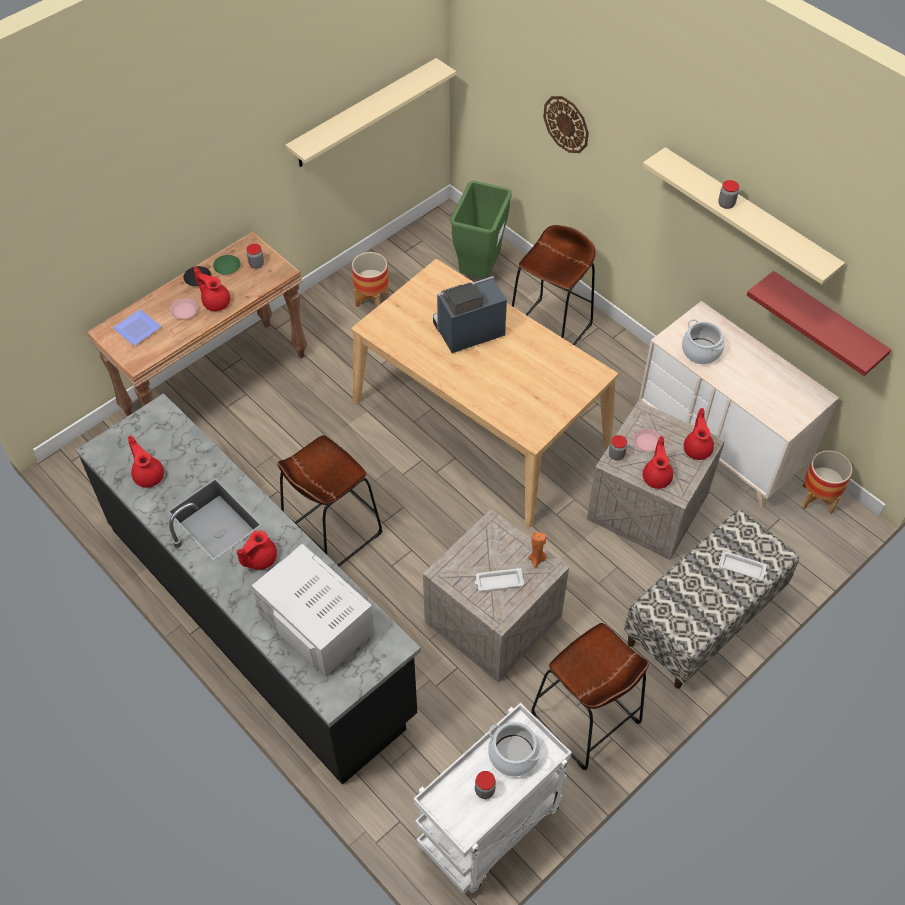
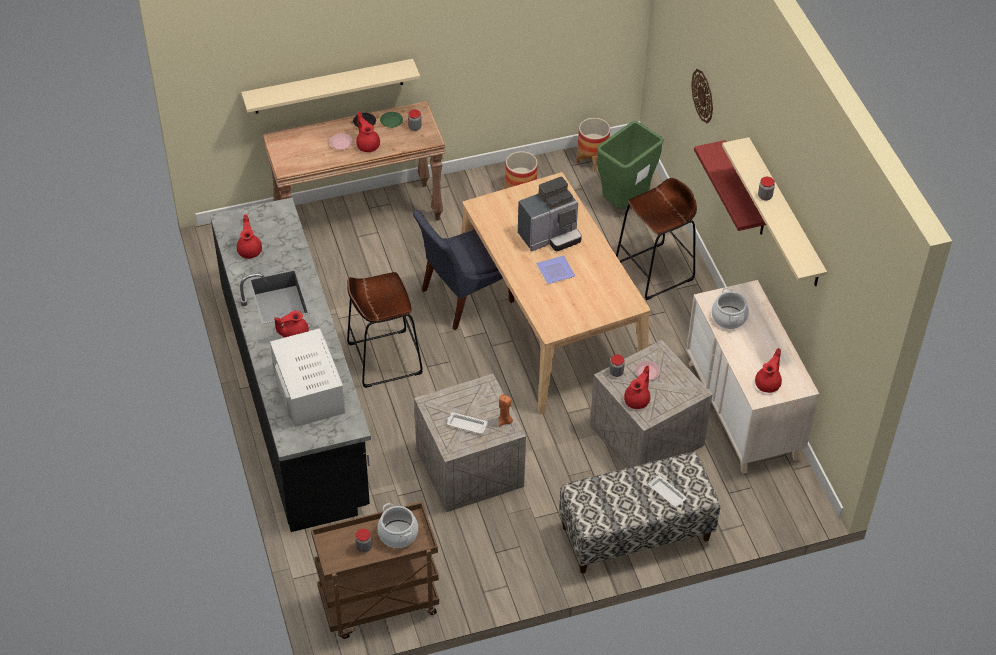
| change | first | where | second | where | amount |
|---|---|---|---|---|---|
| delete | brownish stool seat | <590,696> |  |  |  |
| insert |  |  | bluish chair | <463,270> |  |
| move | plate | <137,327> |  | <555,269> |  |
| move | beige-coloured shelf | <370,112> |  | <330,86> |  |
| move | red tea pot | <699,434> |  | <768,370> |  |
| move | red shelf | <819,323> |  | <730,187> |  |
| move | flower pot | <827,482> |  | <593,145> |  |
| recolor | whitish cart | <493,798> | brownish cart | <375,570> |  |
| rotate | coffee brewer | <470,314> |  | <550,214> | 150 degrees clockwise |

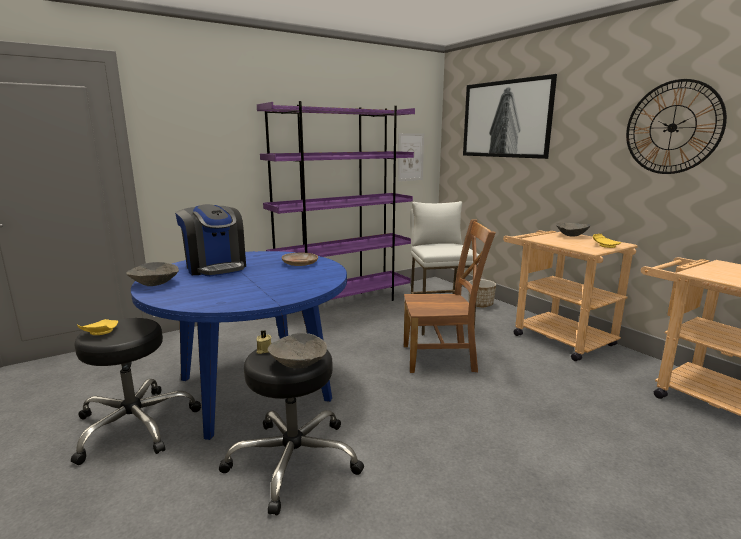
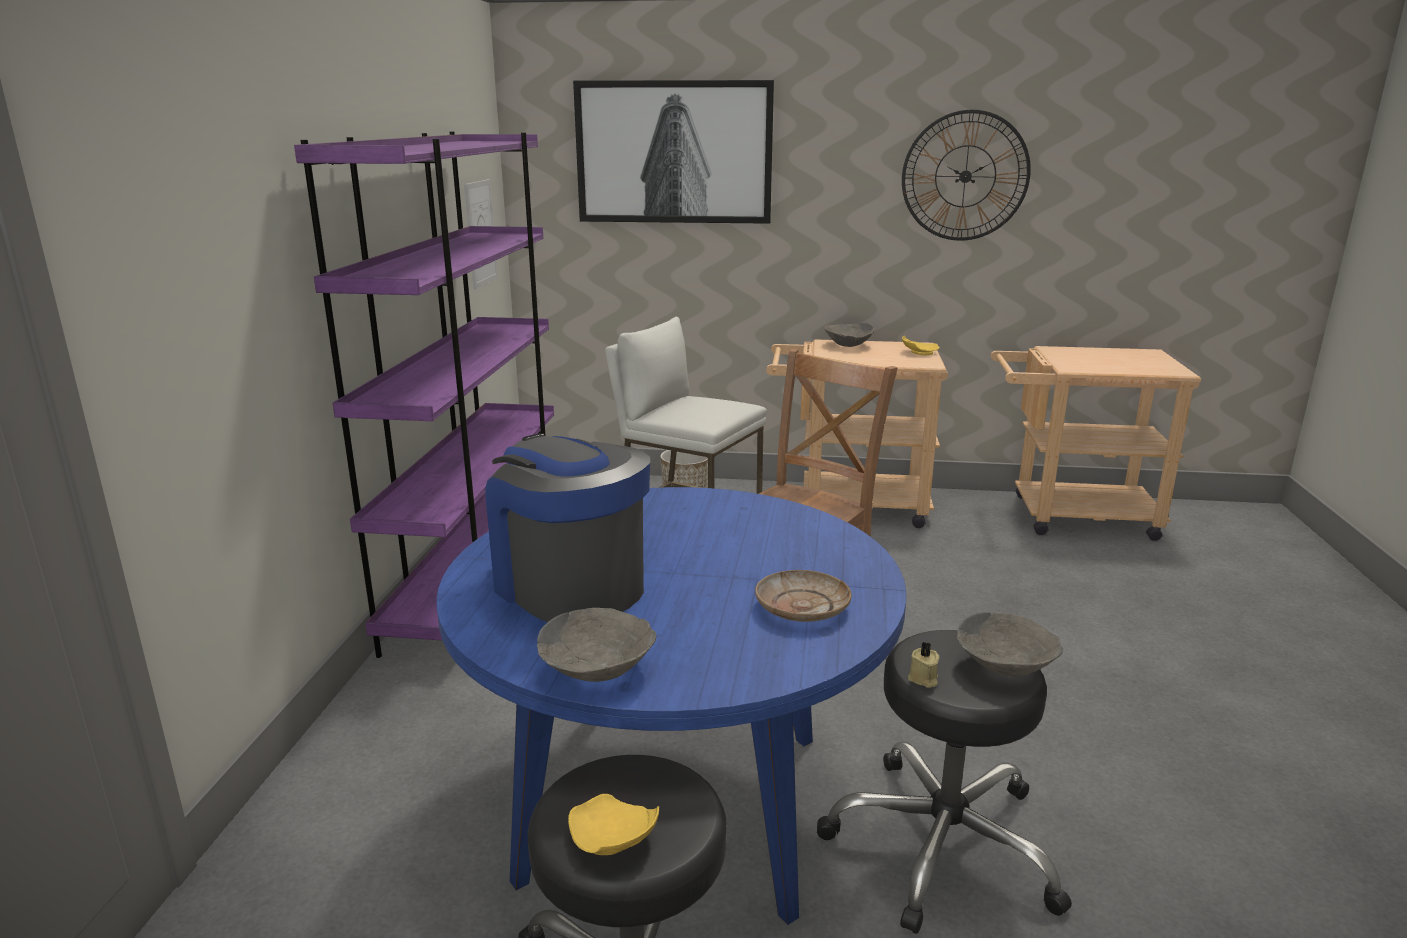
| change | first | where | second | where | amount |
|---|---|---|---|---|---|
| move | beige-coloured plate | <300,259> |  | <803,596> |  |
| rotate | coffee brewer | <210,240> |  | <567,527> | 135 degrees counterclockwise |

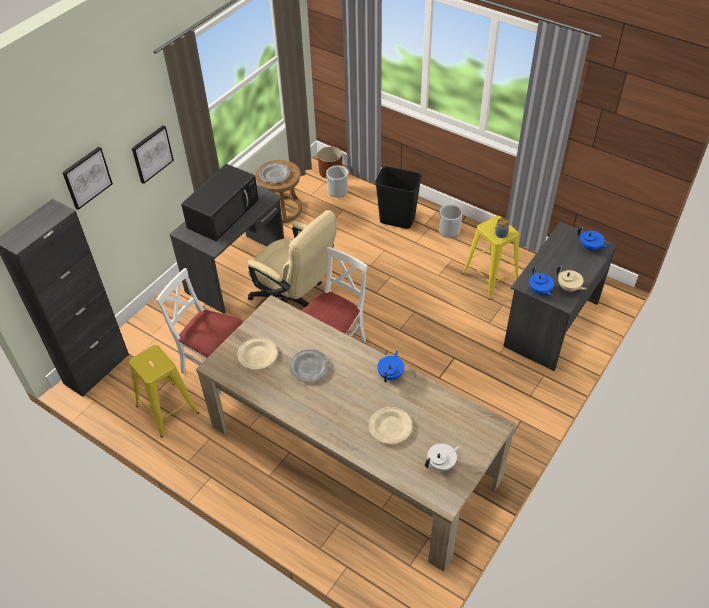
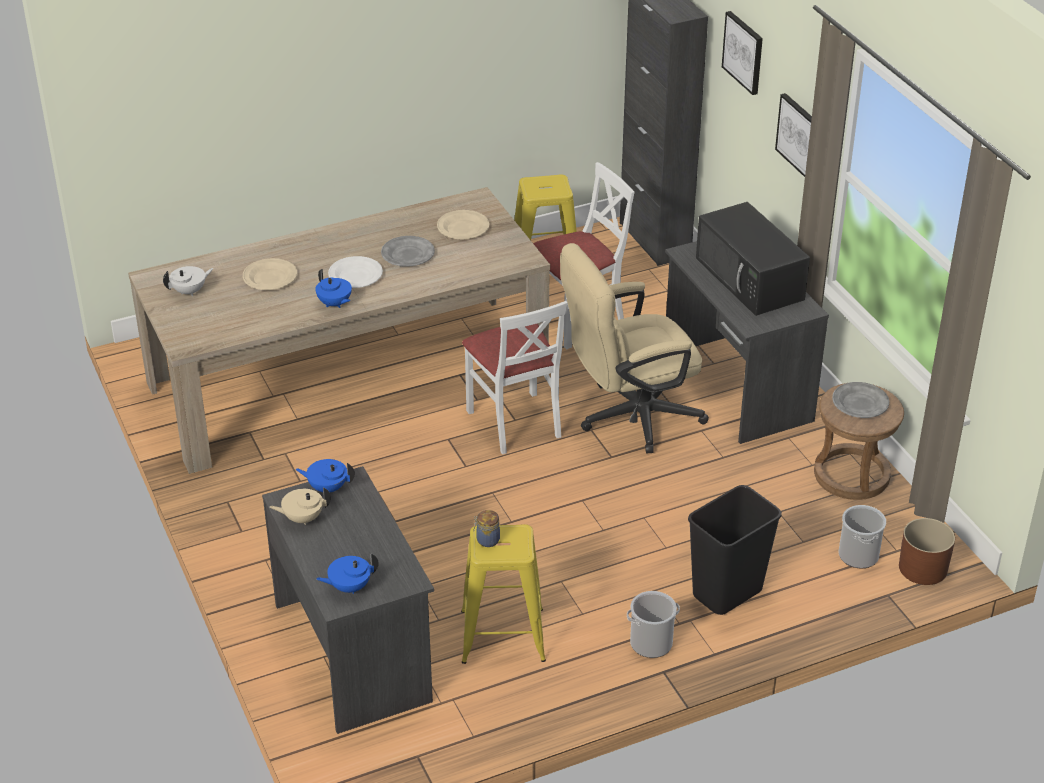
| change | first | where | second | where | amount |
|---|---|---|---|---|---|
| insert |  |  | whitish plate | <355,272> |  |
| rotate | whitish tea pot | <443,457> |  | <188,281> | 120 degrees counterclockwise |

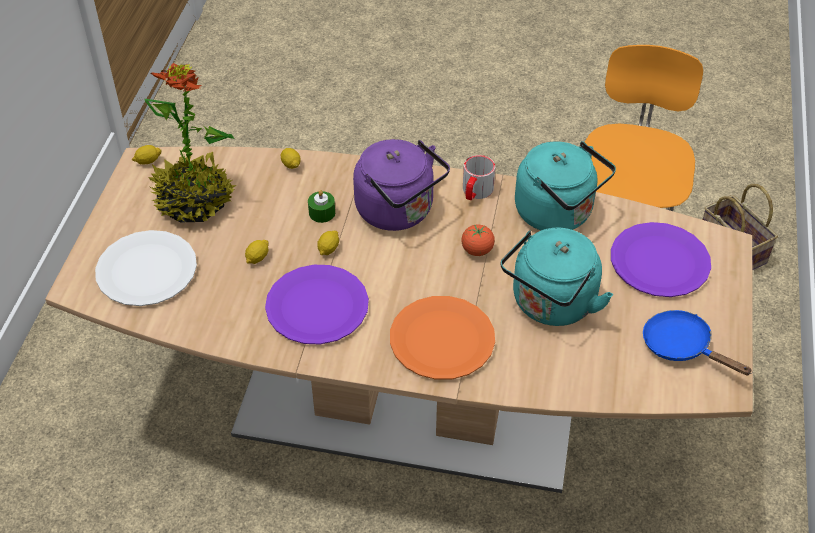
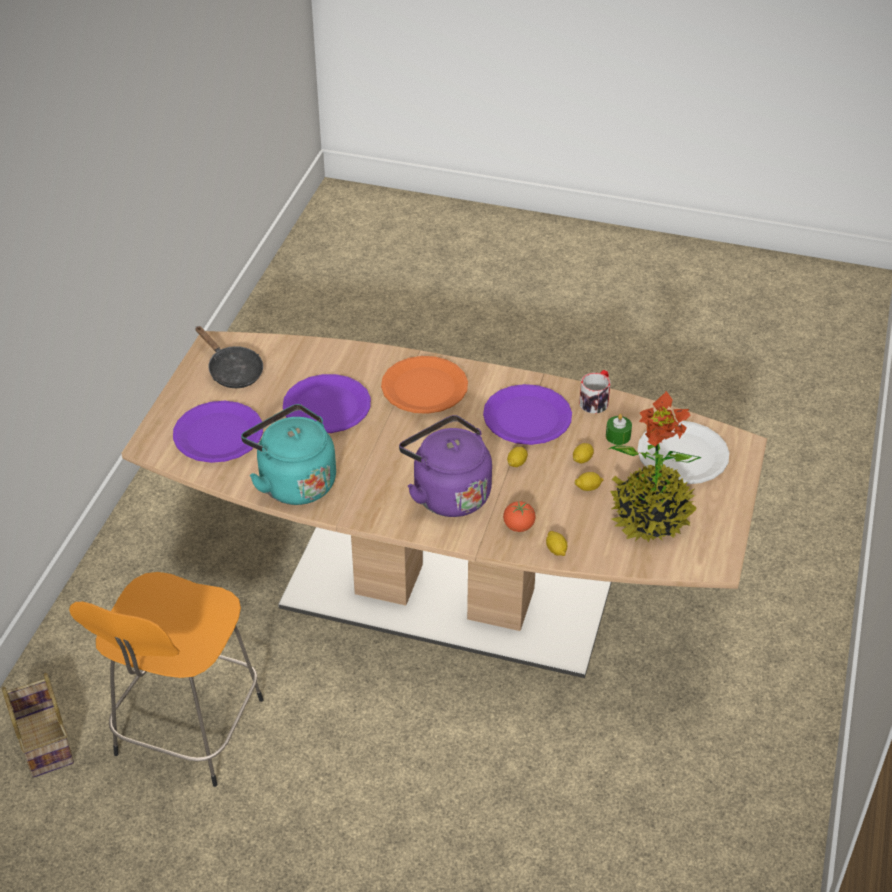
| change | first | where | second | where | amount |
|---|---|---|---|---|---|
| move | whole lemon | <147,154> |  | <589,481> |  |
| move | green-coloured wax light | <321,206> |  | <619,429> |  |
| move | tomato | <478,240> |  | <519,516> |  |
| move | coffee mug | <479,177> |  | <594,391> |  |
| replace | turquoise-coloured water kettle | <557,276> | purple-coloured plate | <327,403> |  |
| recolor | bluish pan | <697,342> | blackish pan | <229,357> |  |

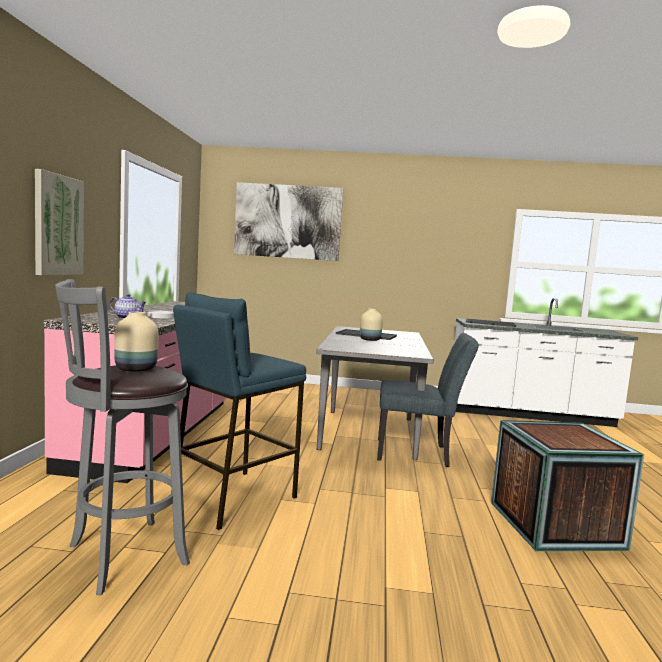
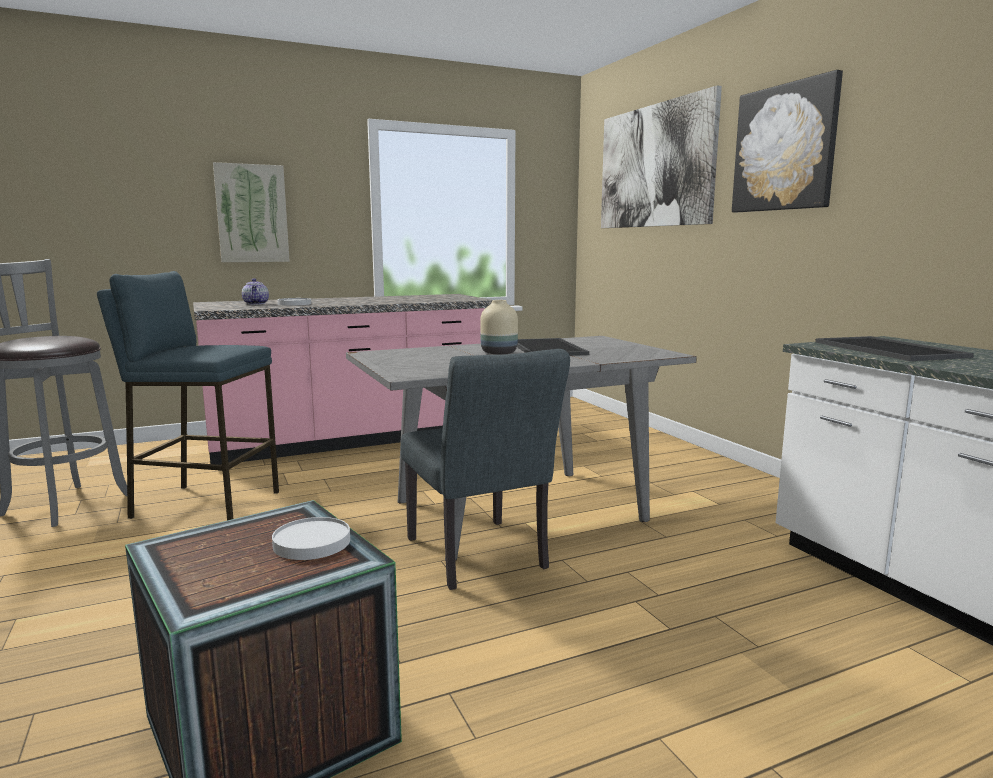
| change | first | where | second | where | amount |
|---|---|---|---|---|---|
| delete | beige-coloured flower vase | <136,342> |  |  |  |
| insert |  |  | whitish plate | <311,538> |  |
| insert |  |  | wall art | <787,141> |  |

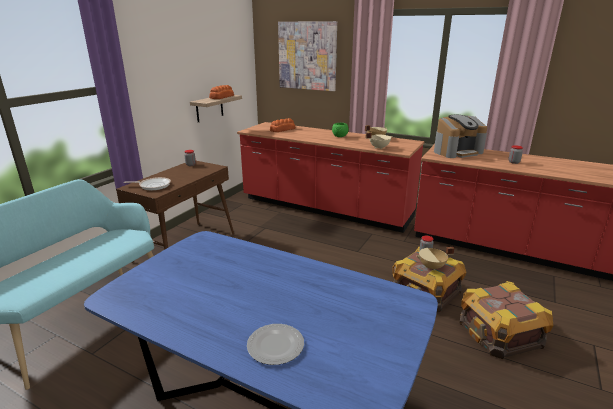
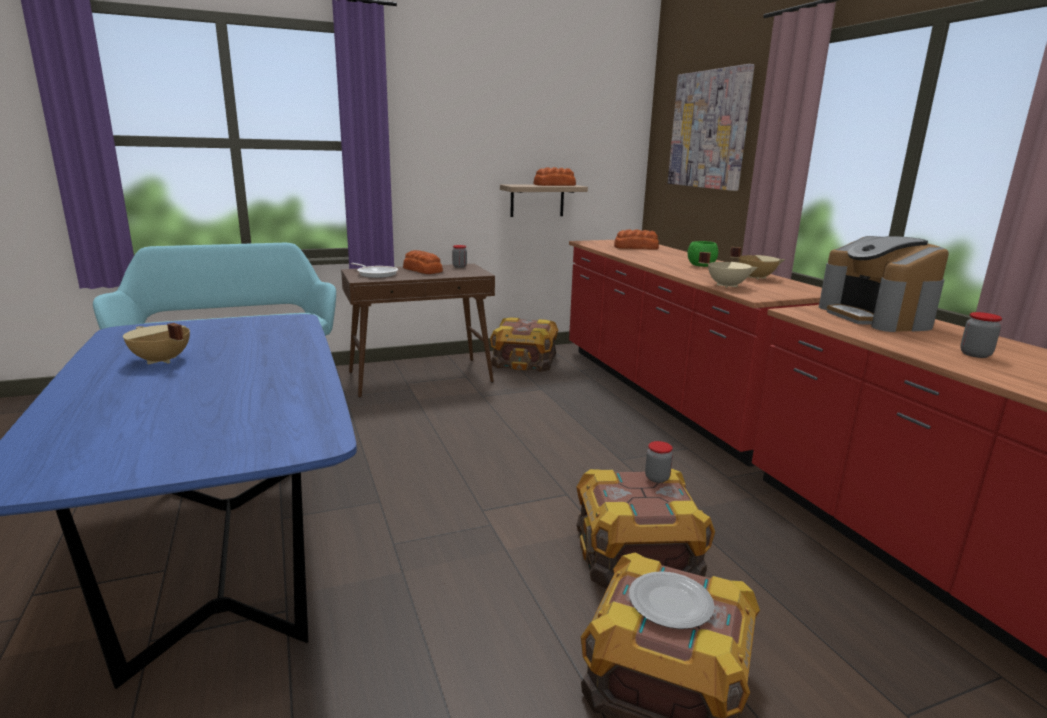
| change | first | where | second | where | amount |
|---|---|---|---|---|---|
| insert |  |  | baked bread | <423,262> |  |
| insert |  |  | crate | <524,344> |  |
| move | plate | <275,344> |  | <672,600> |  |
| move | beige-coloured cooking pot | <435,259> |  | <156,343> |  |
| rotate | coffee brewer | <460,136> |  | <884,284> | 60 degrees clockwise |

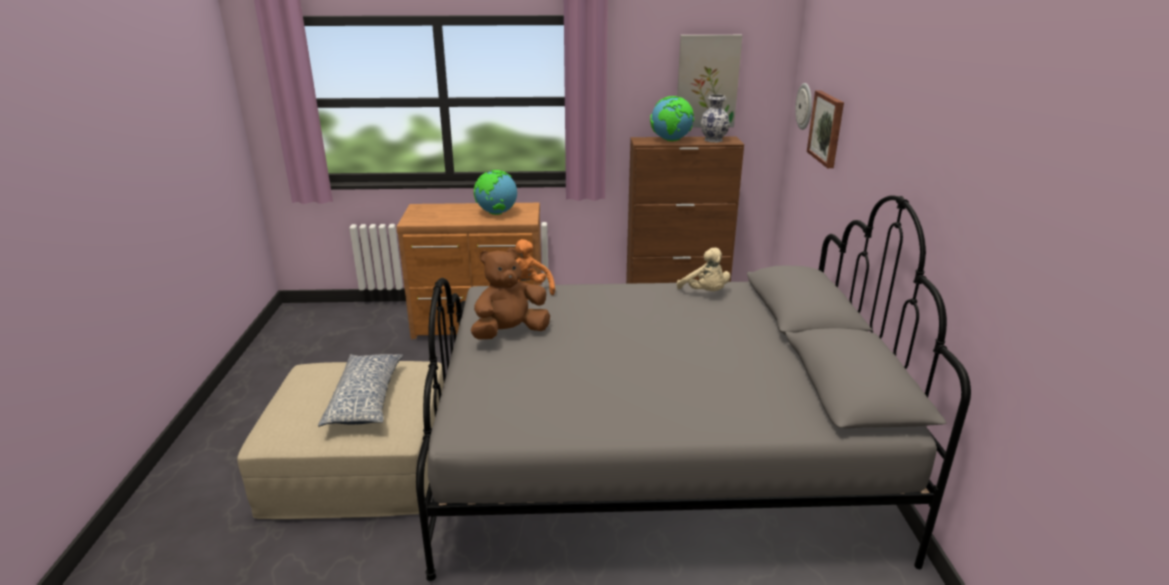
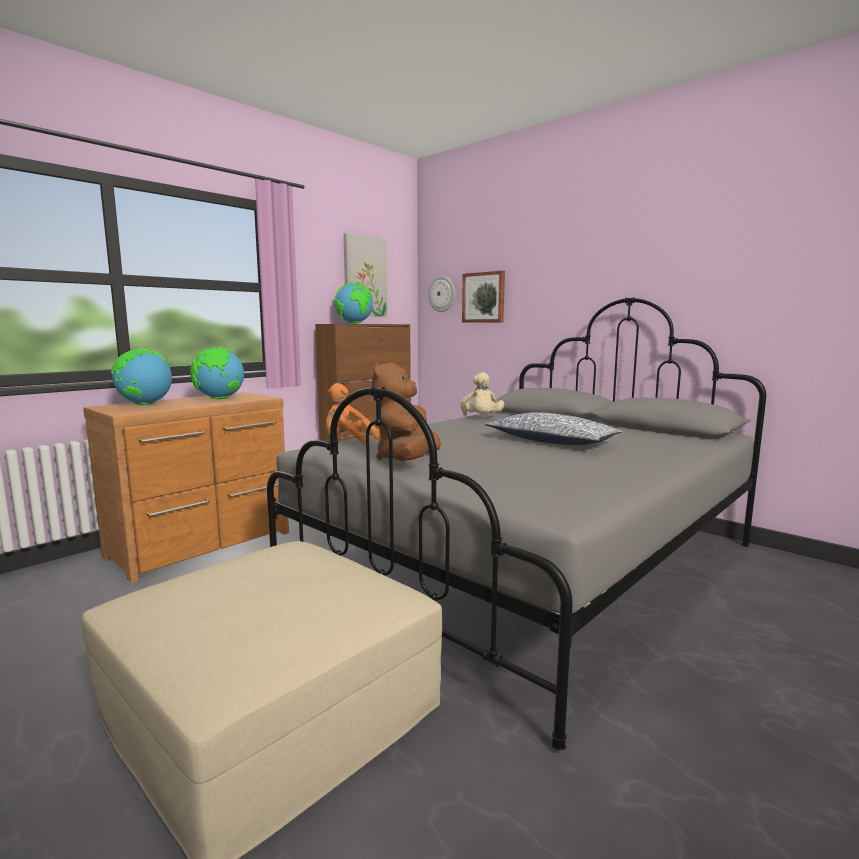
| change | first | where | second | where | amount |
|---|---|---|---|---|---|
| delete | flower vase | <715,118> |  |  |  |
| insert |  |  | world globe | <141,377> |  |
| move | cushion | <360,390> |  | <553,428> |  |
| rotate | beige-coloured soft toy | <703,269> |  | <482,394> | 75 degrees clockwise |

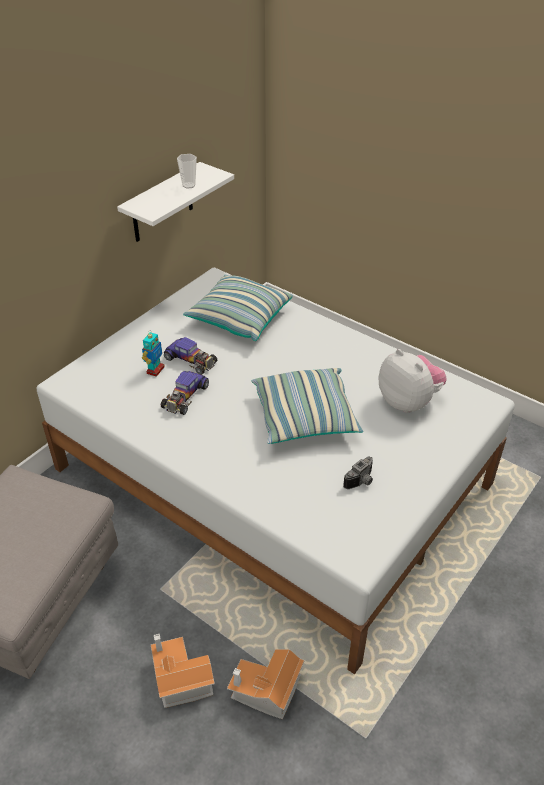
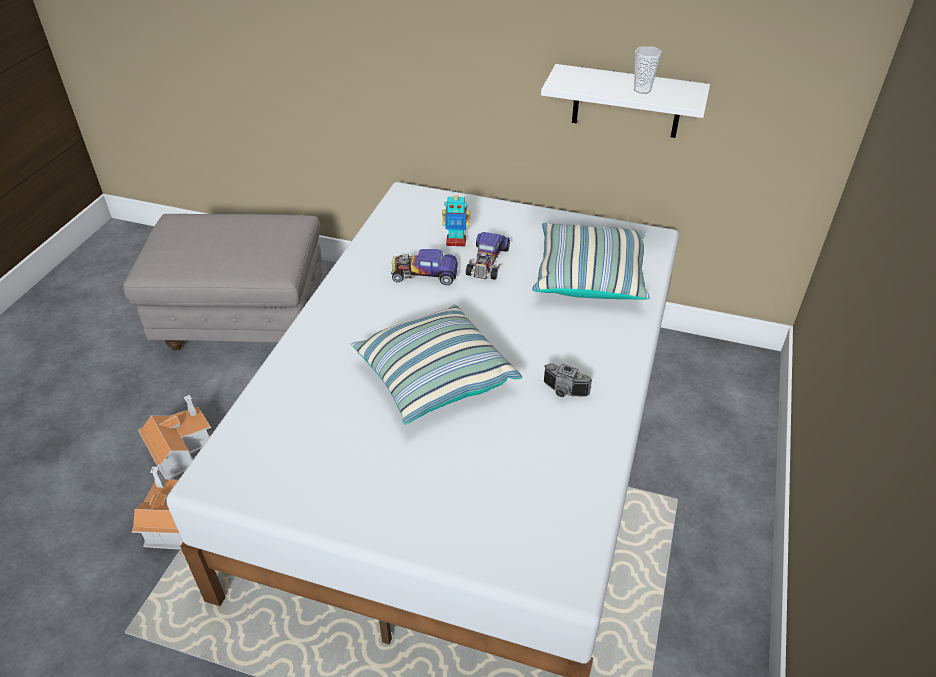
| change | first | where | second | where | amount |
|---|---|---|---|---|---|
| delete | soft toy | <413,381> |  |  |  |
| move | still camera | <358,472> |  | <568,380> |  |

